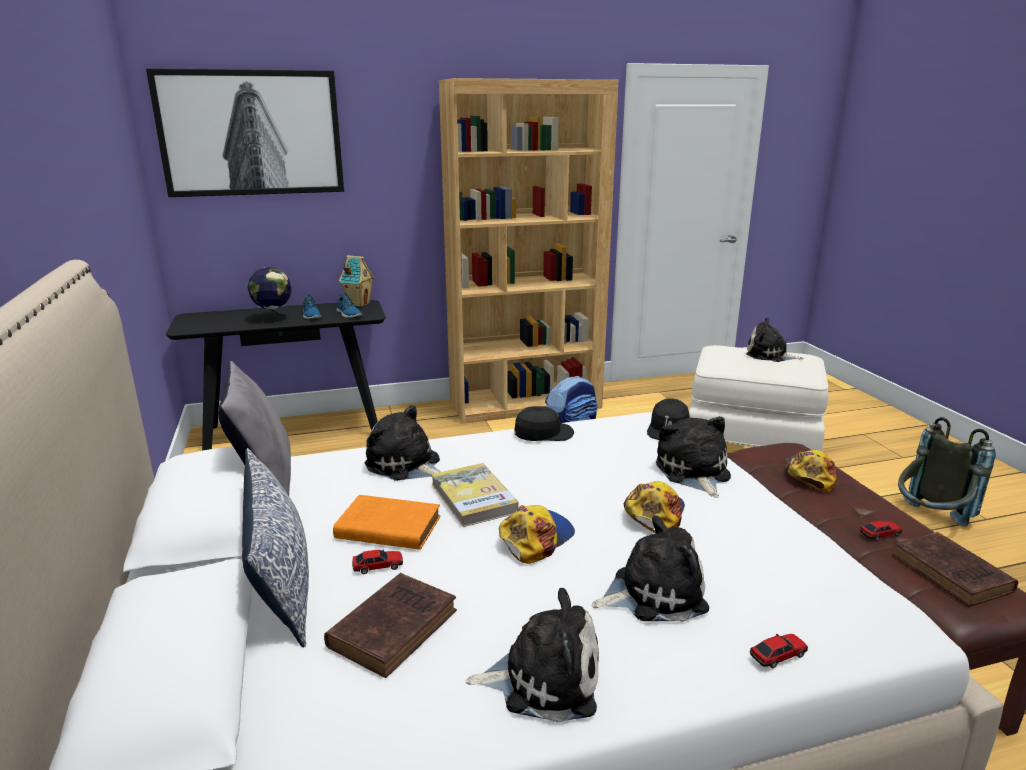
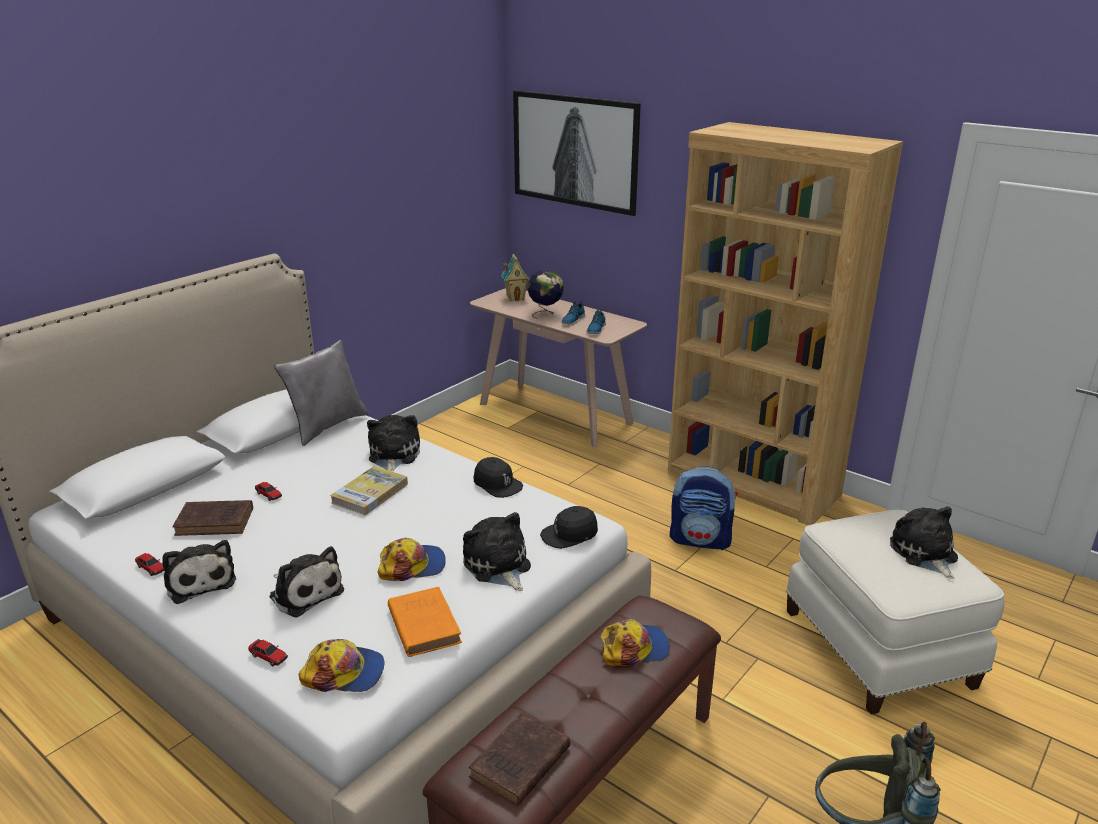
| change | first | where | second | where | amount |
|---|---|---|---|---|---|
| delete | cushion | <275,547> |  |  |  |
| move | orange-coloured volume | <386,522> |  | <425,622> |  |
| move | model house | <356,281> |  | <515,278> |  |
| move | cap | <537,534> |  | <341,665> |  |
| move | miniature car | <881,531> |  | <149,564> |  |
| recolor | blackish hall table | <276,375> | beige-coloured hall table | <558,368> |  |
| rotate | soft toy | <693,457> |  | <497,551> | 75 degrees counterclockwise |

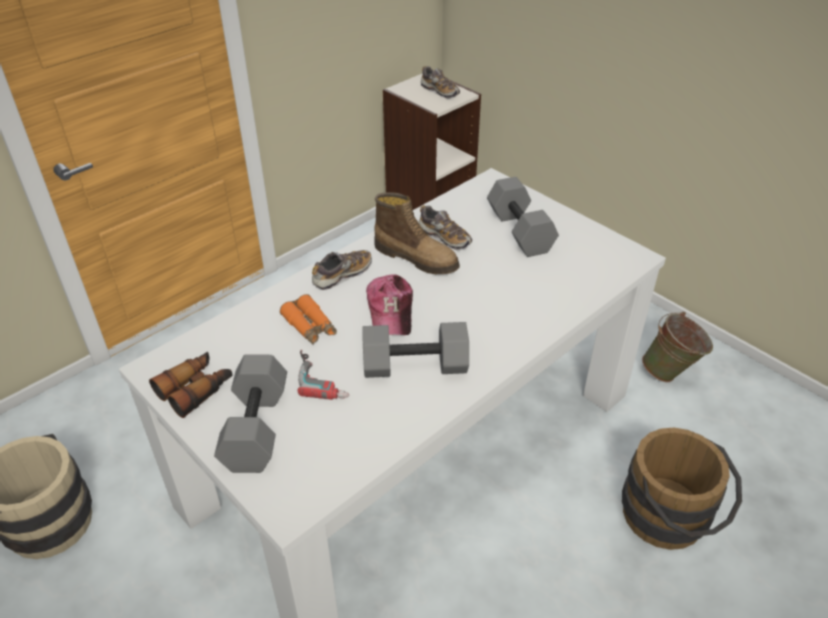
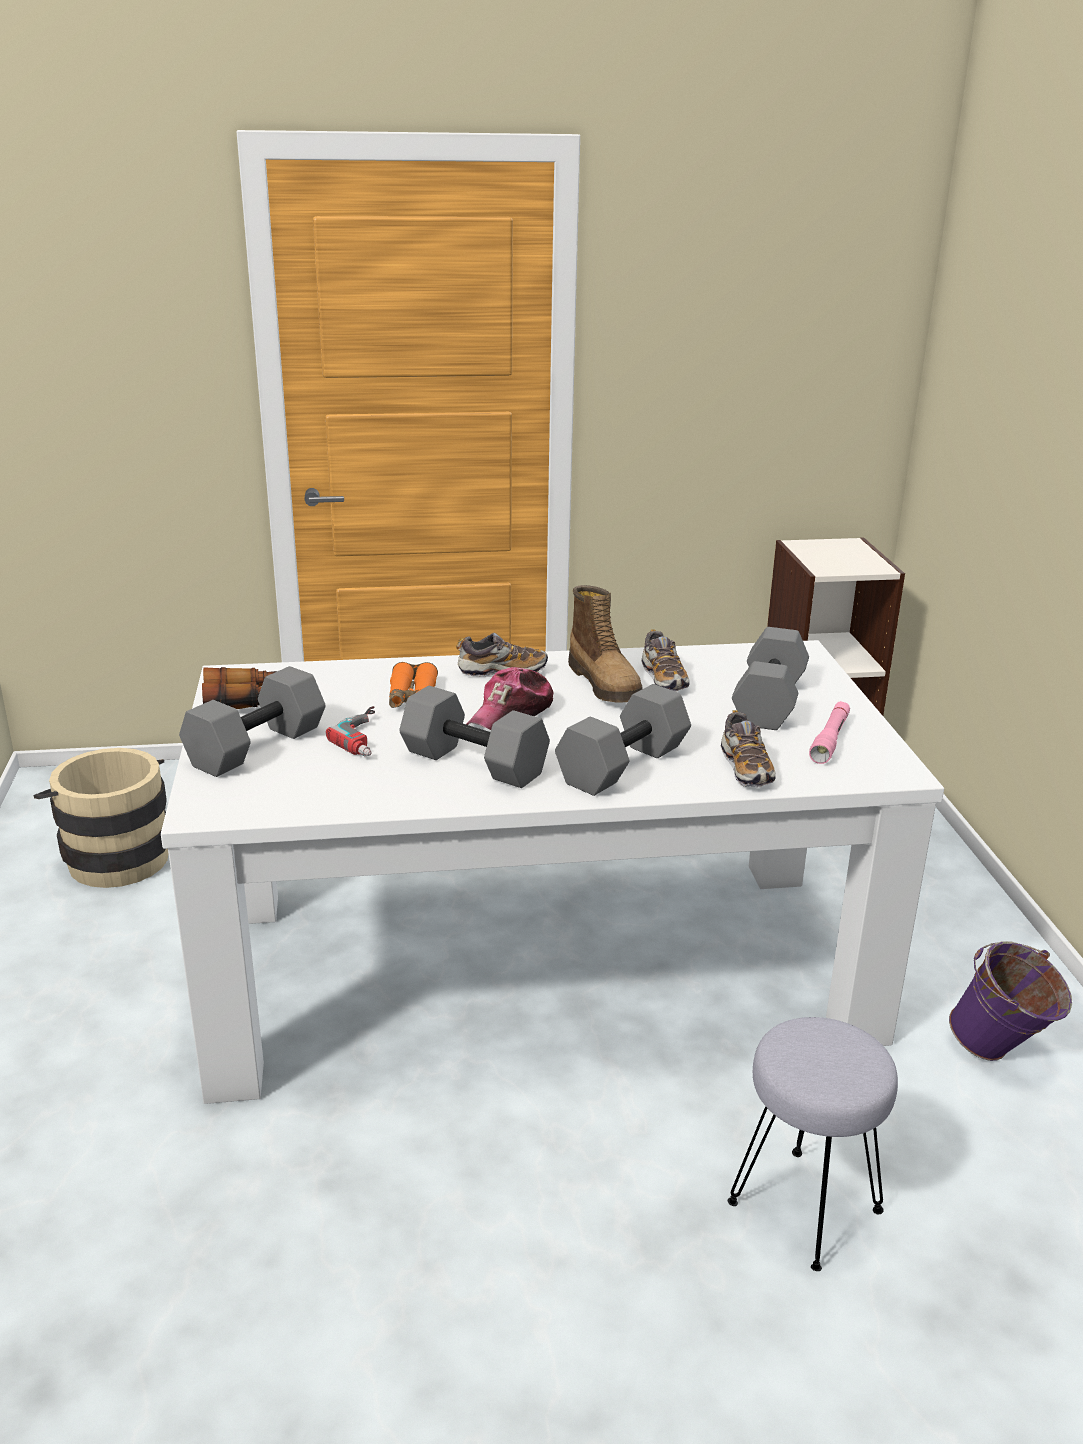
| change | first | where | second | where | amount |
|---|---|---|---|---|---|
| insert |  |  | grey free weight | <623,740> |  |
| insert |  |  | pink flashlight | <829,732> |  |
| move | shoe | <440,82> |  | <748,749> |  |
| replace | brownish pail | <682,489> | grey stool seat | <813,1144> |  |
| recolor | green-coloured pail | <677,347> | purple-coloured pail | <1010,1001> |  |

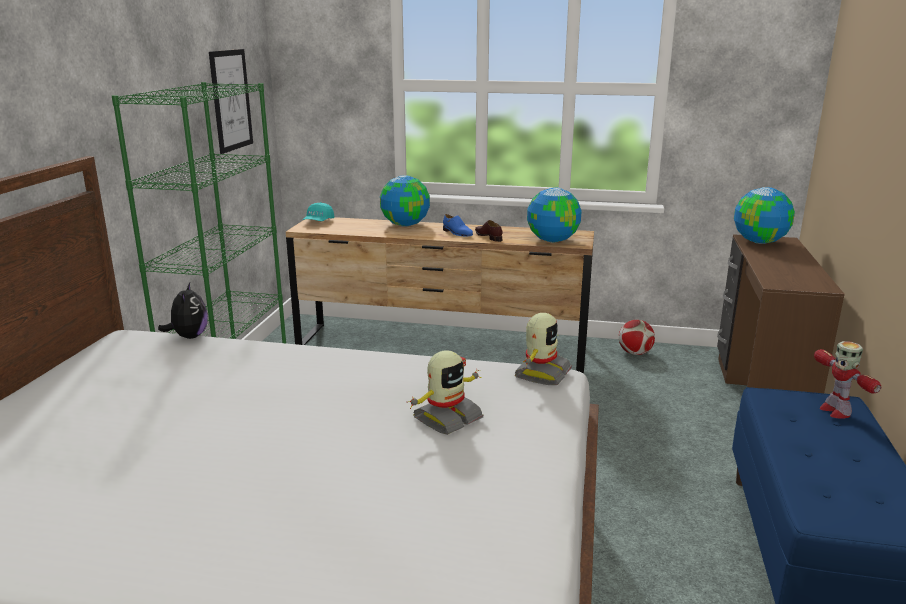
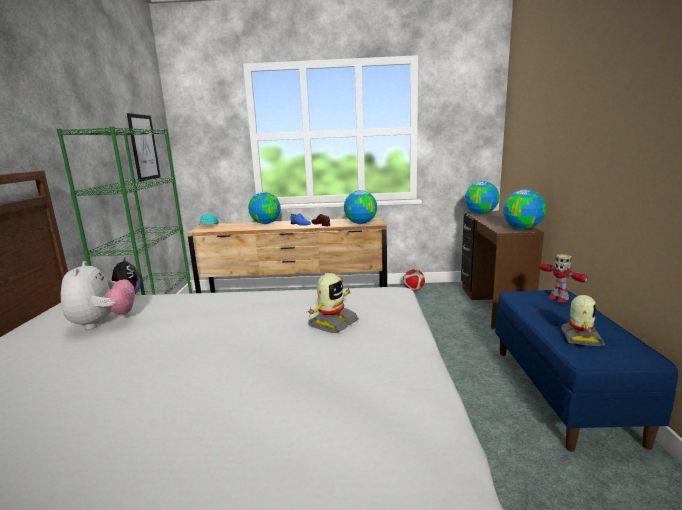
| change | first | where | second | where | amount |
|---|---|---|---|---|---|
| insert |  |  | soft toy | <98,295> |  |
| insert |  |  | world globe | <524,209> |  |
| move | model robot | <543,349> |  | <583,320> |  |

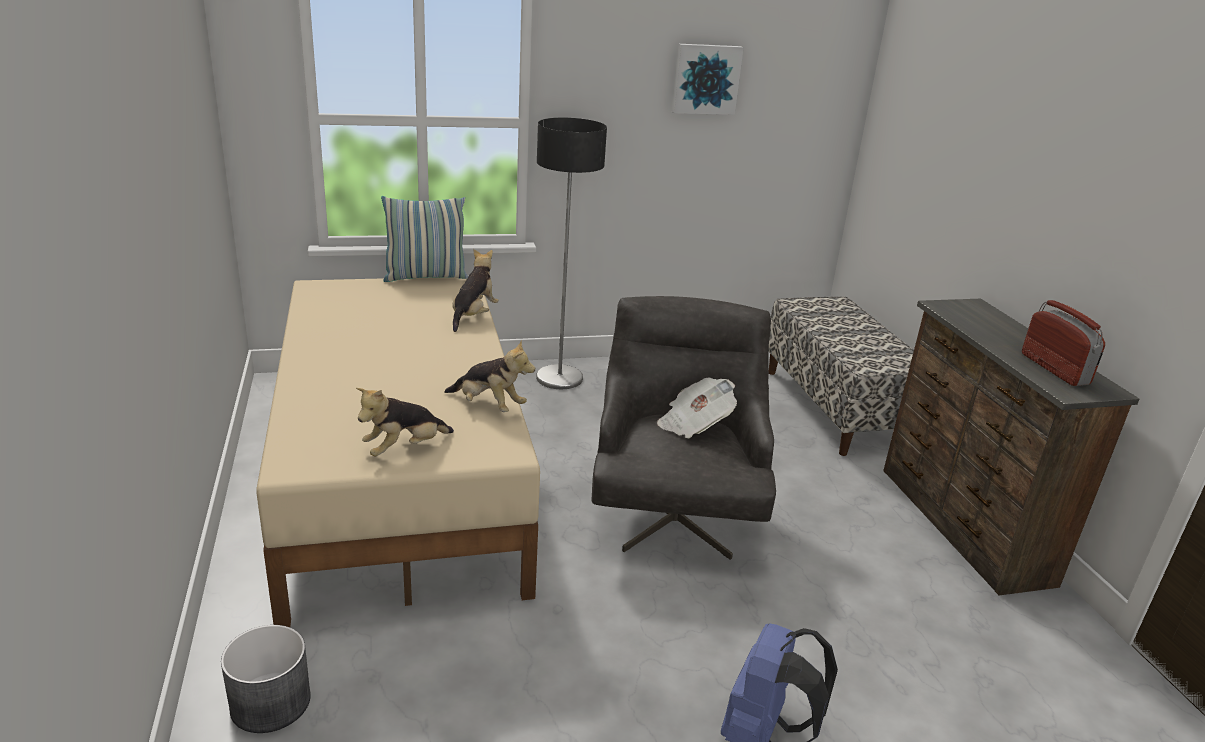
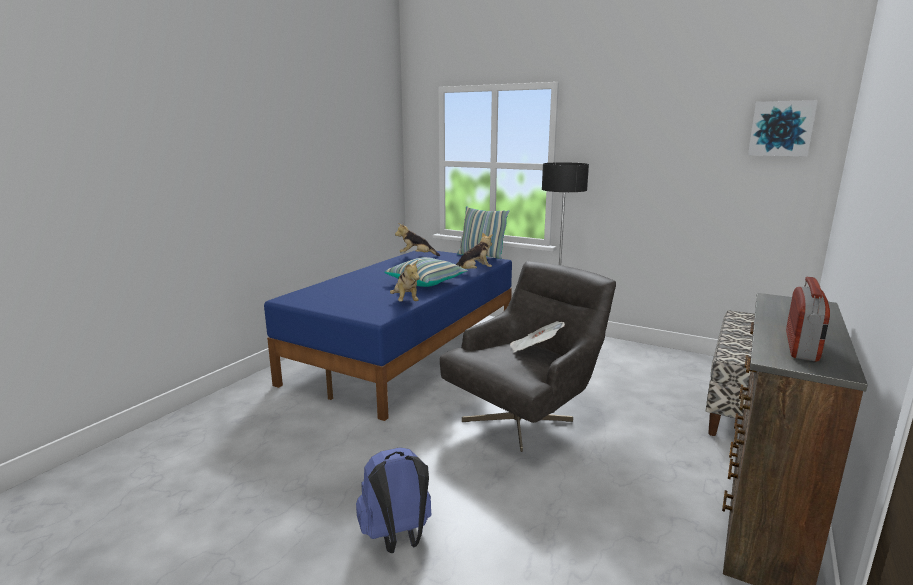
| change | first | where | second | where | amount |
|---|---|---|---|---|---|
| delete | grey flower pot | <266,679> |  |  |  |
| insert |  |  | cushion | <426,272> |  |
| move | soft toy | <405,422> |  | <417,239> |  |
| move | wall art | <708,79> |  | <783,128> |  |
| recolor | beige-coloured bed | <398,452> | bluish bed | <388,336> |  |

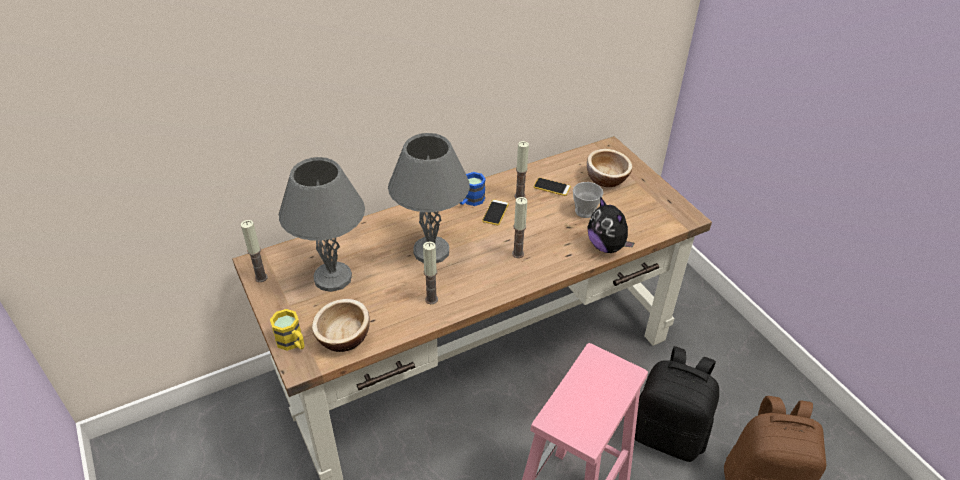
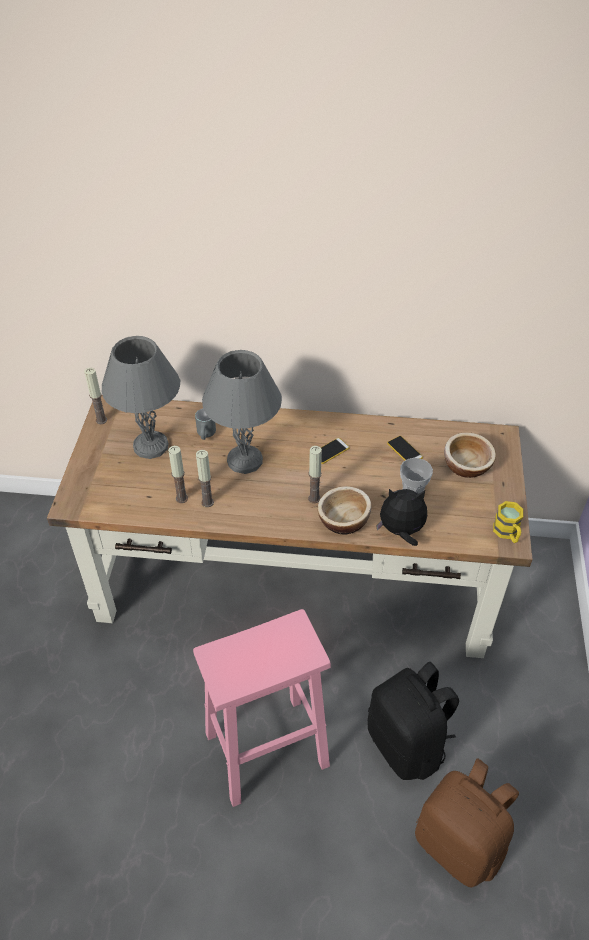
| change | first | where | second | where | amount |
|---|---|---|---|---|---|
| delete | bluish coffee mug | <473,189> |  |  |  |
| insert |  |  | grey coffee mug | <205,424> |  |
| move | yellowish coffee mug | <287,330> |  | <508,522> |  |
| move | bowl | <341,325> |  | <344,510> |  |
| move | wax light | <522,170> |  | <178,474> |  |
| rotate | soft toy | <610,225> |  | <401,517> | 90 degrees clockwise |

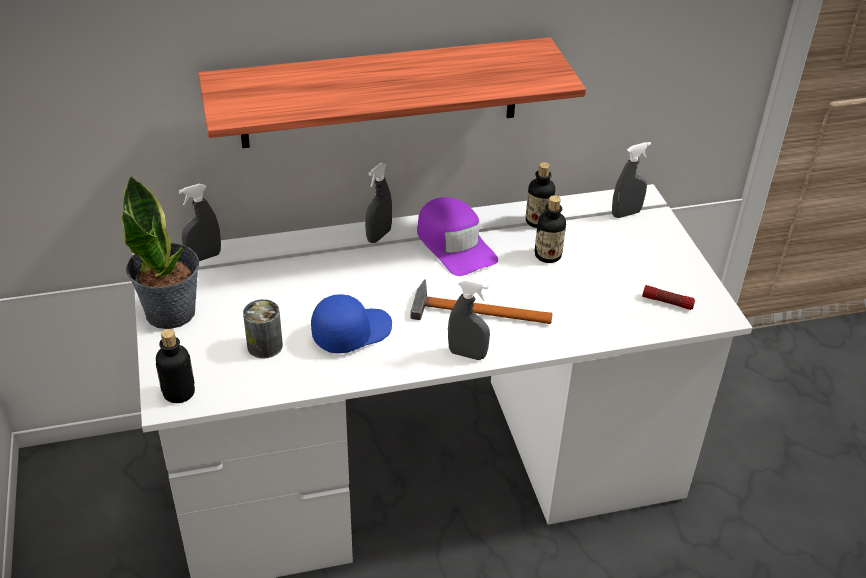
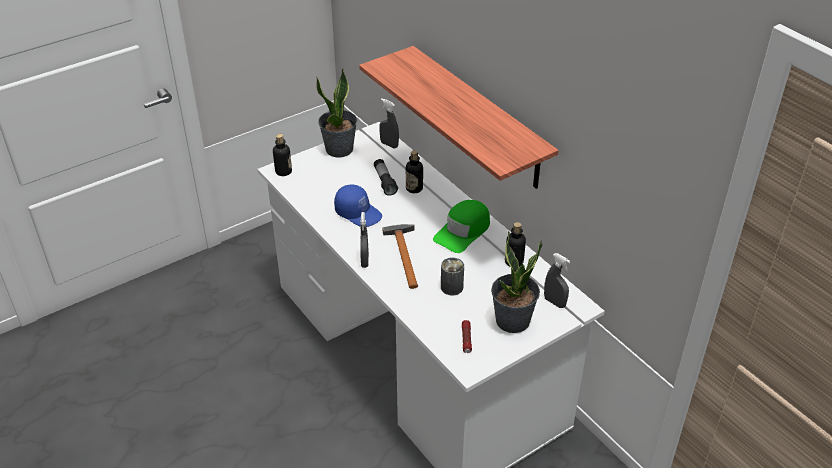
| change | first | where | second | where | amount |
|---|---|---|---|---|---|
| delete | grey hand sprayer | <378,203> |  |  |  |
| insert |  |  | flashlight | <386,177> |  |
| insert |  |  | houseplant | <517,282> |  |
| move | can | <263,329> |  | <452,276> |  |
| move | bottle | <550,229> |  | <414,171> |  |
| recolor | purple-coloured cap | <457,236> | green-coloured cap | <461,226> |  |

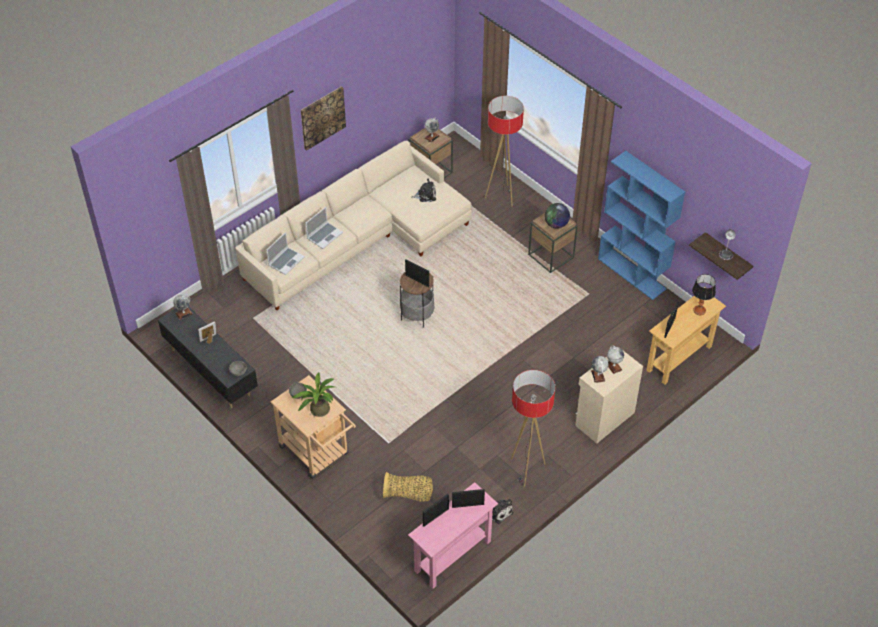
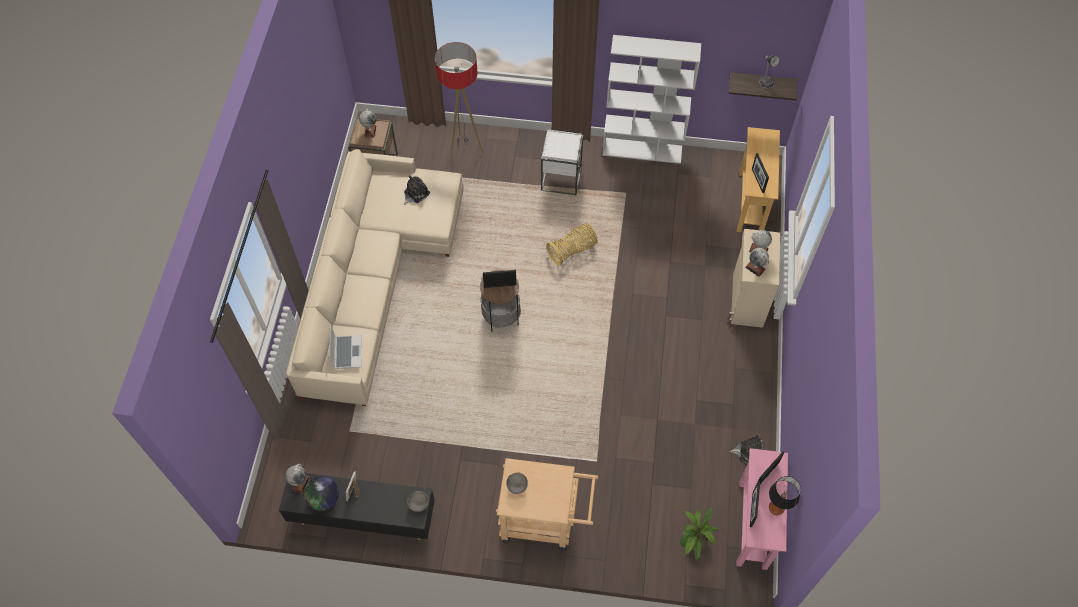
| change | first | where | second | where | amount |
|---|---|---|---|---|---|
| delete | wall art | <323,118> |  |  |  |
| delete | laptop | <324,228> |  |  |  |
| delete | standing lamp | <533,428> |  |  |  |
| move | houseplant | <313,394> |  | <698,535> |  |
| move | household basket | <408,486> |  | <572,245> |  |
| move | world globe | <557,216> |  | <321,493> |  |
| move | tabletop lamp | <704,294> |  | <785,495> |  |
| recolor | brownish side table | <553,243> | whitish side table | <562,162> |  |
| recolor | bluish shelving unit | <641,225> | whitish shelving unit | <651,99> |  |

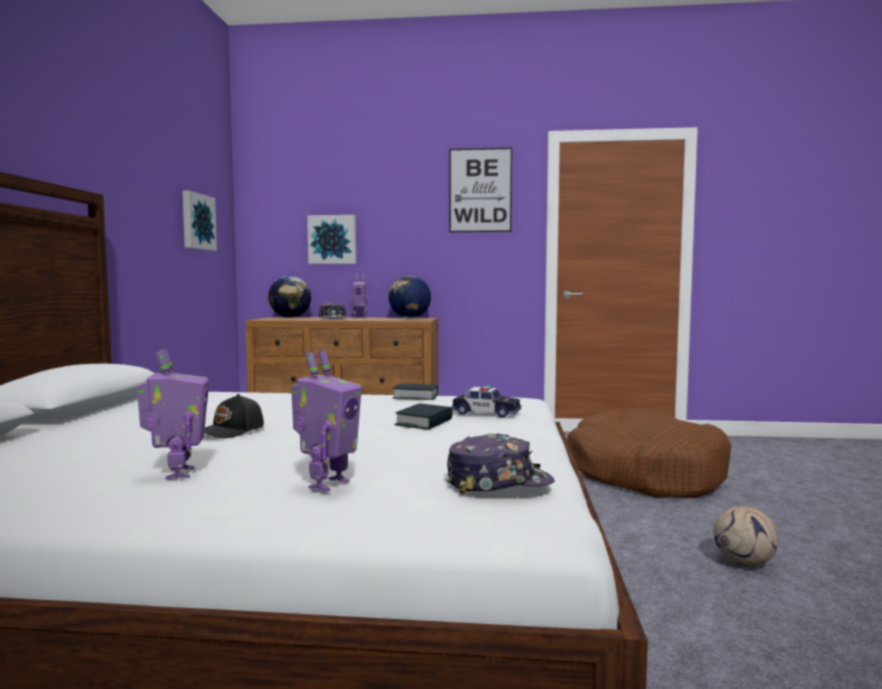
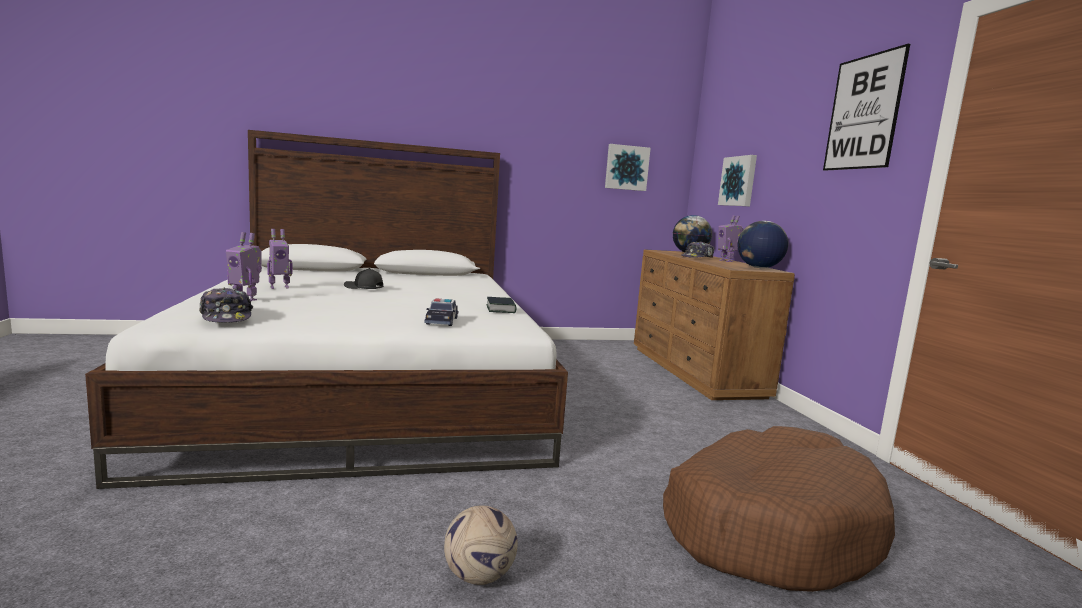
| change | first | where | second | where | amount |
|---|---|---|---|---|---|
| delete | volume | <423,416> |  |  |  |

